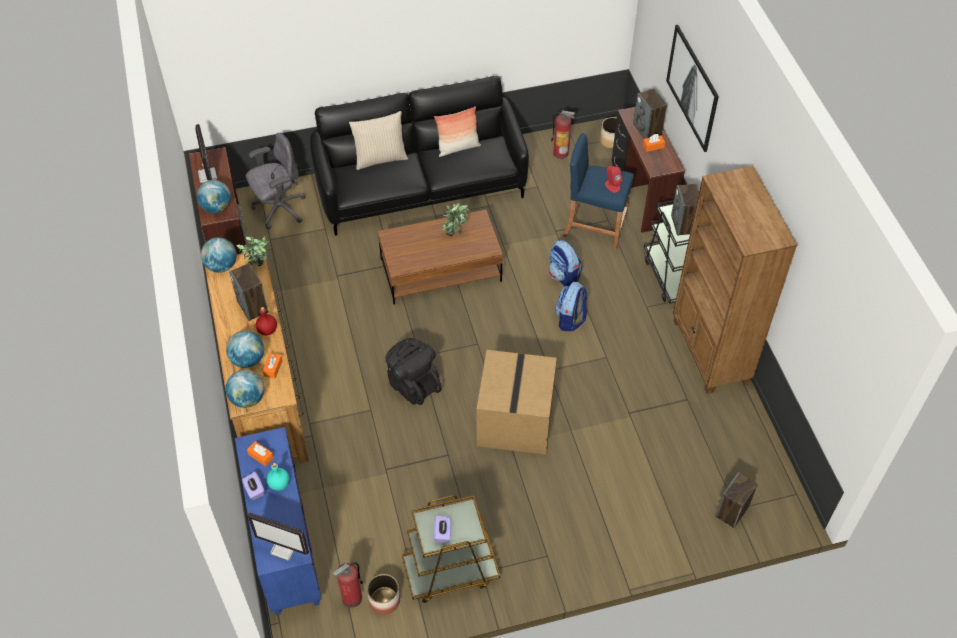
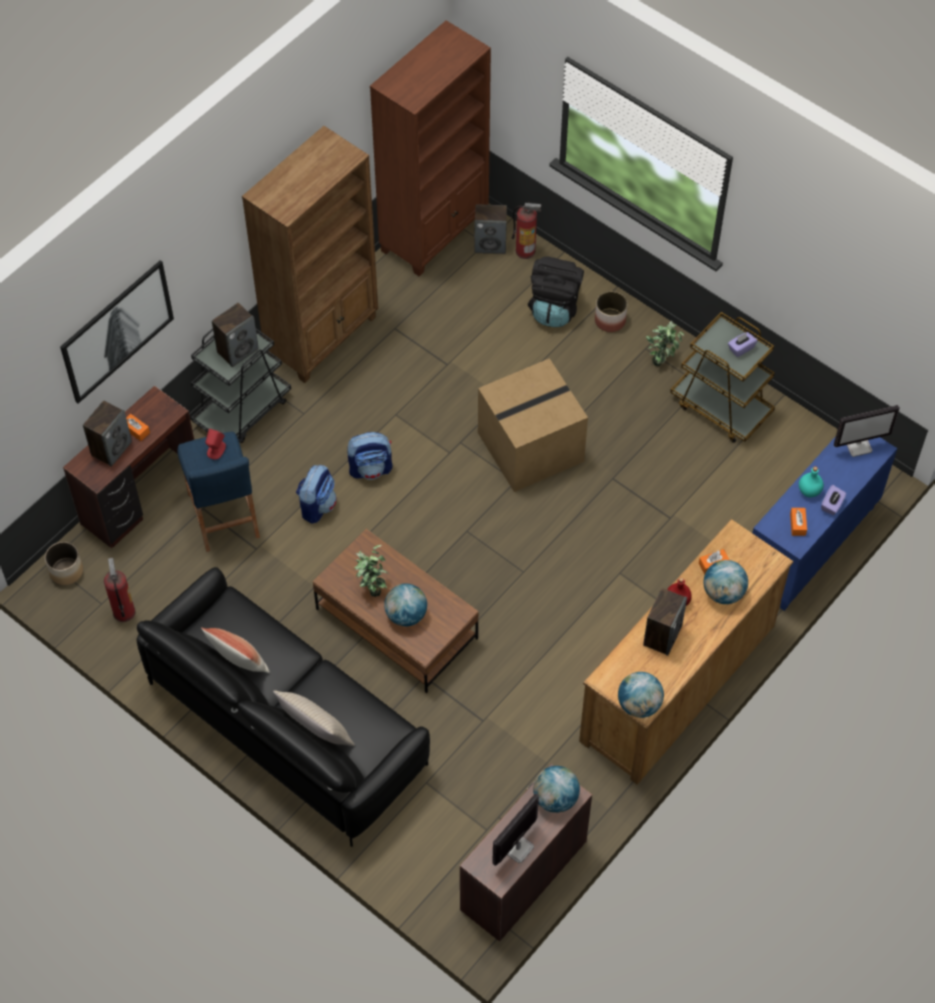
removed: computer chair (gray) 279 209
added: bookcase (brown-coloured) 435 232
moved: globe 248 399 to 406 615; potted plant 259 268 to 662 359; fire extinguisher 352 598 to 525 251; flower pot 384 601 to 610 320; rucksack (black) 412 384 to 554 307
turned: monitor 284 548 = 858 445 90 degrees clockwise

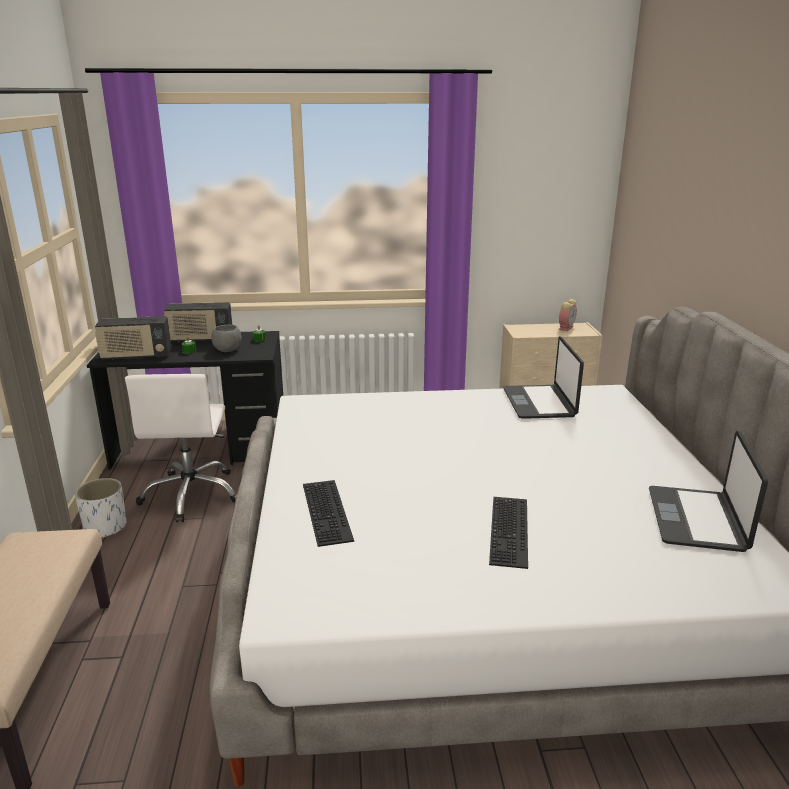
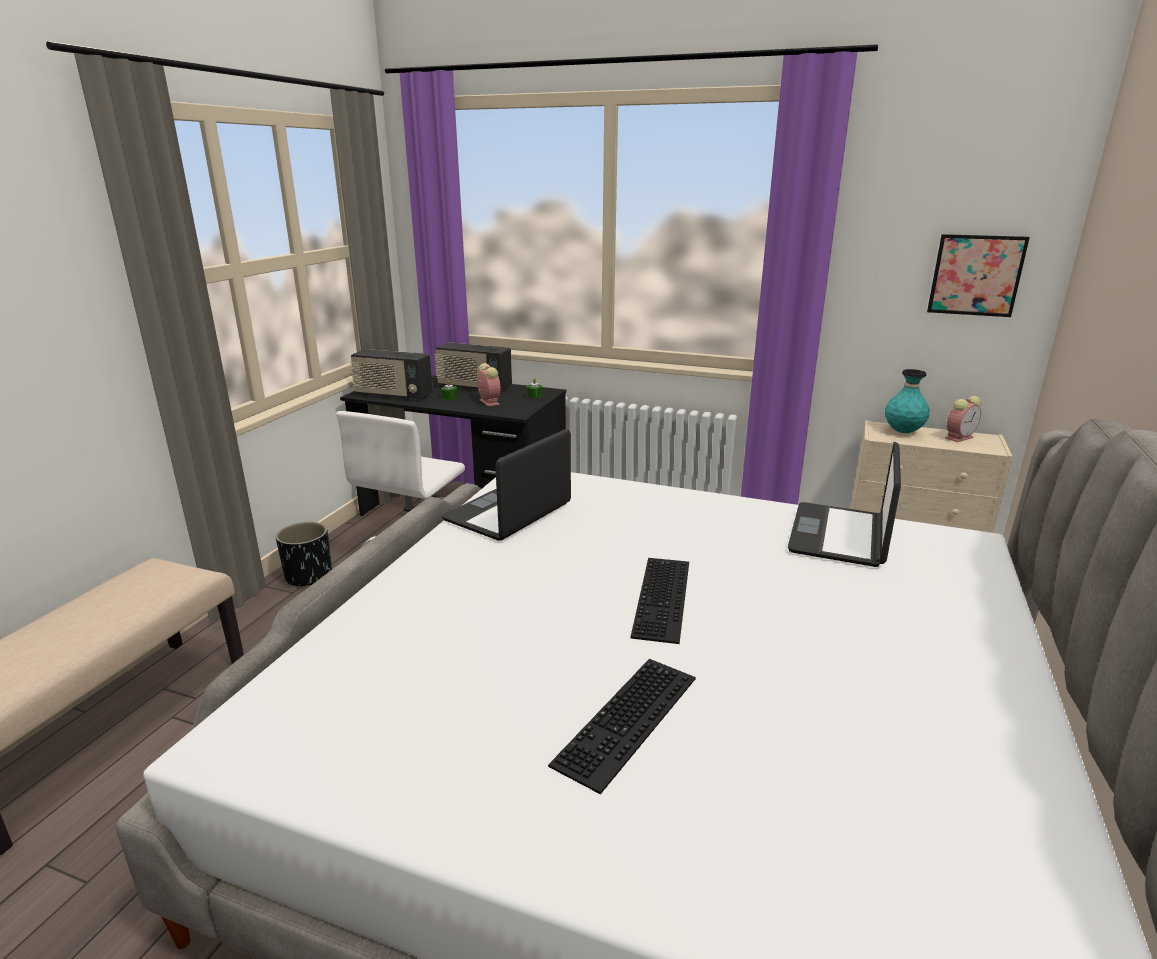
added: flower vase (turquoise-coloured) 903 432; picture 976 275
moved: keyboard 329 511 to 665 598; notebook computer 697 520 to 509 513
replaced: bowl (gray) 227 350 to bedside clock 488 402
recoloured: flower pot (whitish) 105 527 to flower pot (black) 309 576

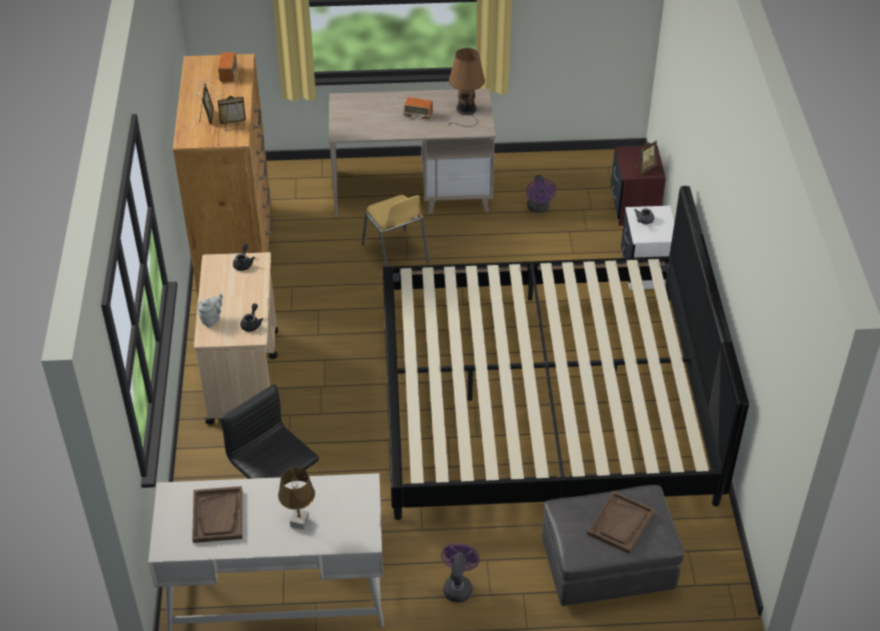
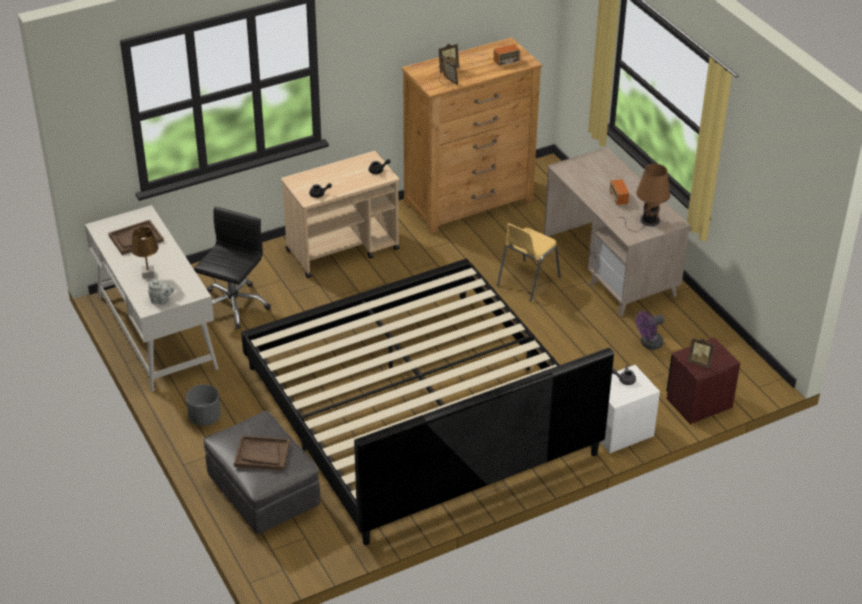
moved: teapot (gray) 212 319 to 161 300
replaced: fan (purple-coloured) 458 586 to flower pot (gray) 204 417

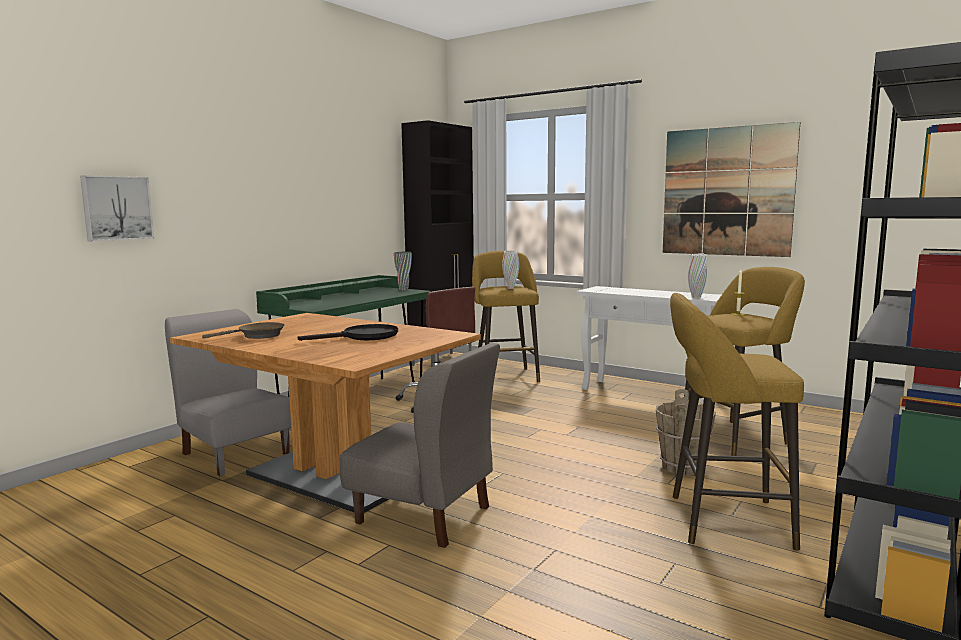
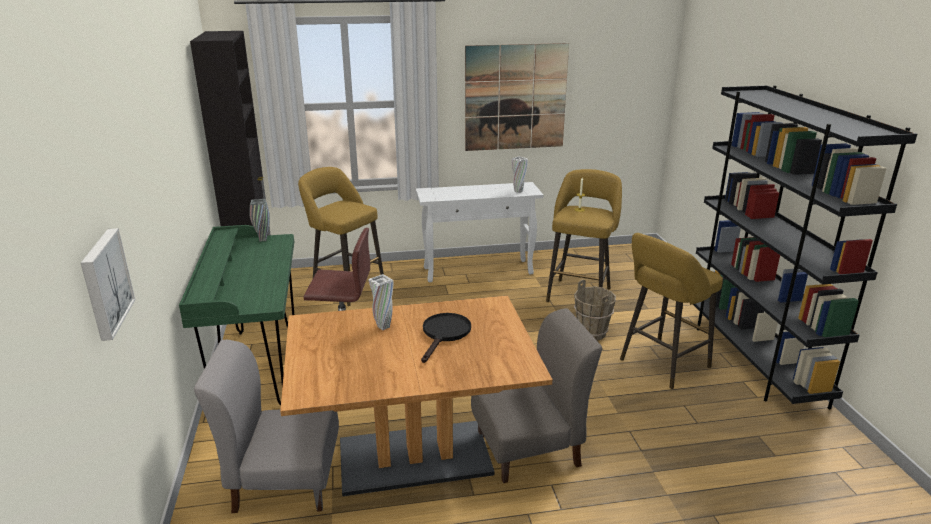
removed: frying pan (brown-coloured) 257 336
moved: flower vase (whitish) 510 288 to 383 327

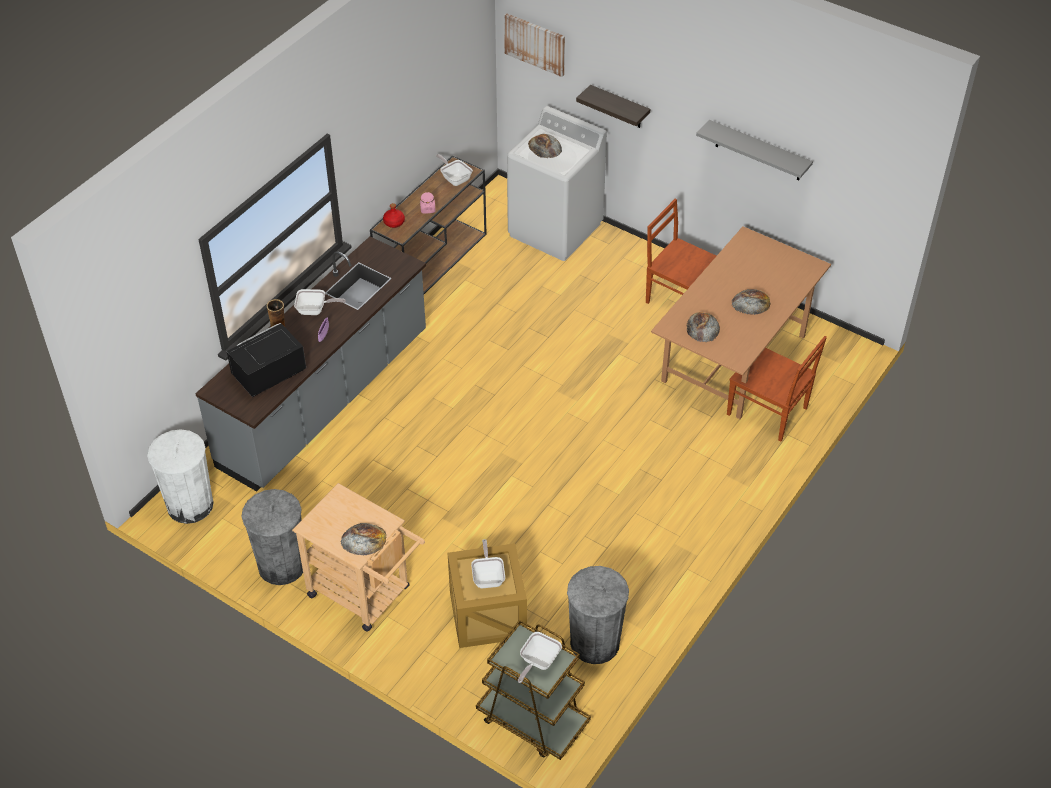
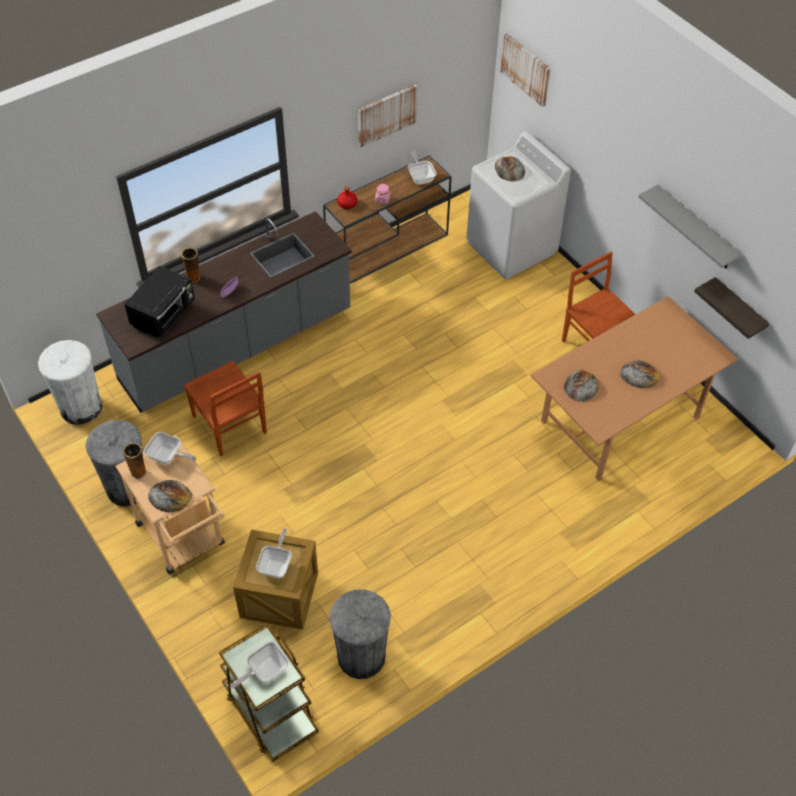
added: flower vase 139 472; picture 386 115
moved: frying pan 315 310 to 168 457; wall shelf 619 107 to 738 309; upright chair (brown-coloured) 769 412 to 230 426
turned: microwave (black) 268 375 = 164 315 135 degrees clockwise

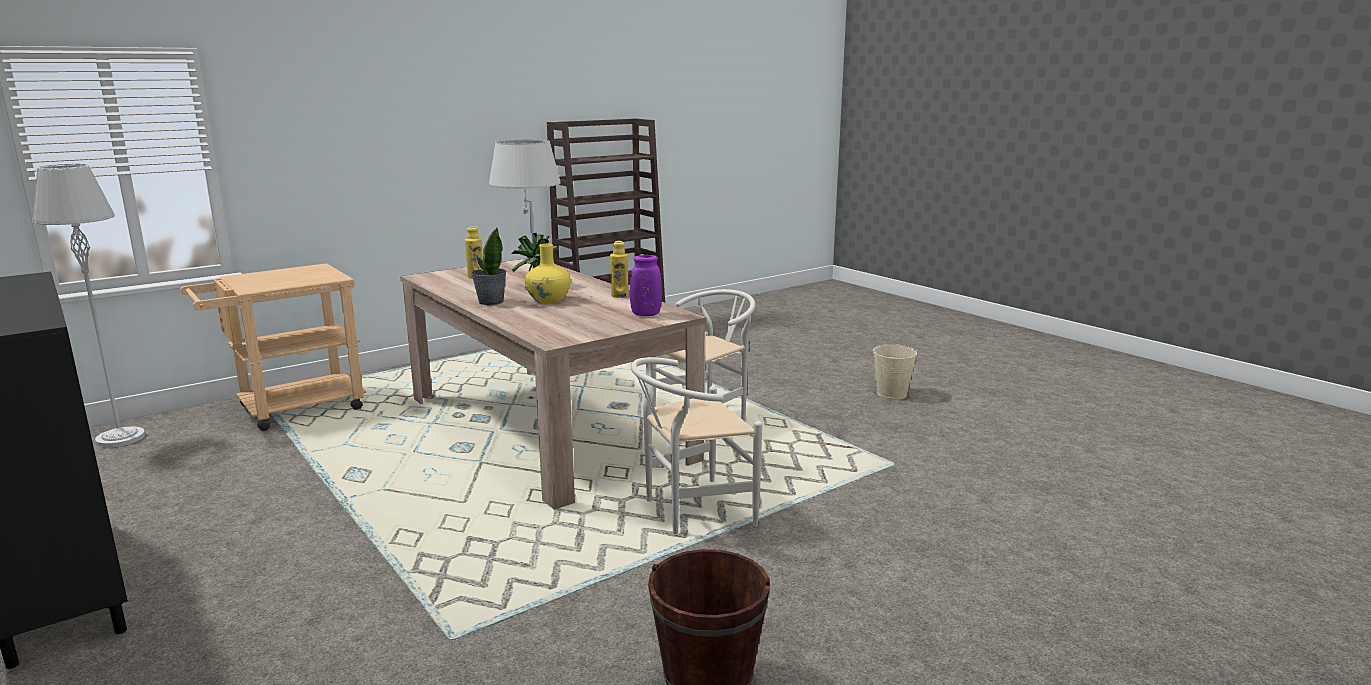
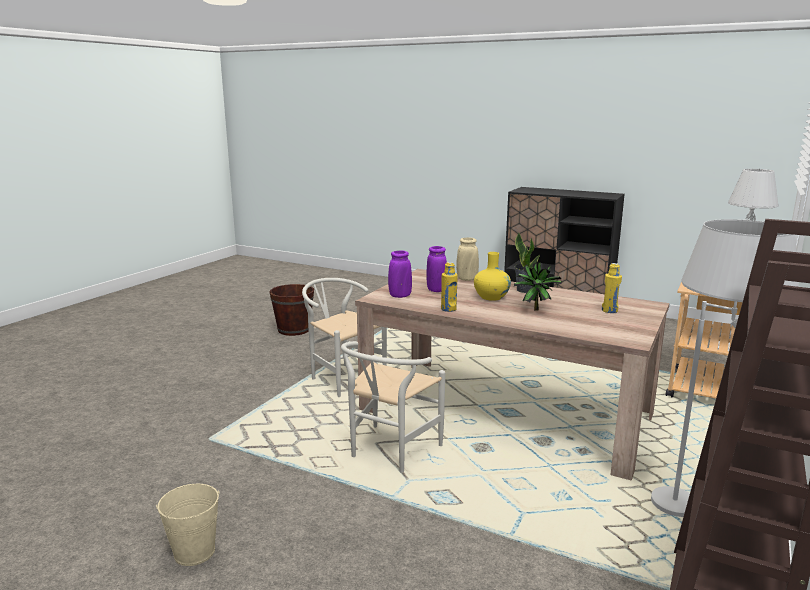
added: flower vase (purple-coloured) 436 290; flower vase (beige-coloured) 467 279
turned: upright chair (whitish) 690 511 = 342 378 90 degrees counterclockwise

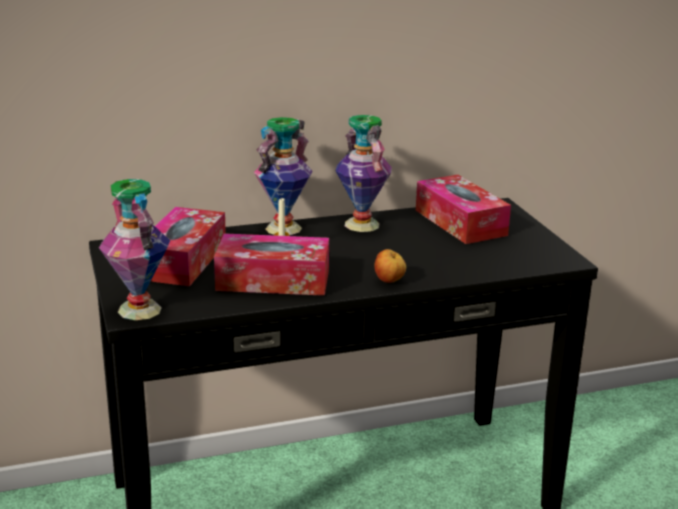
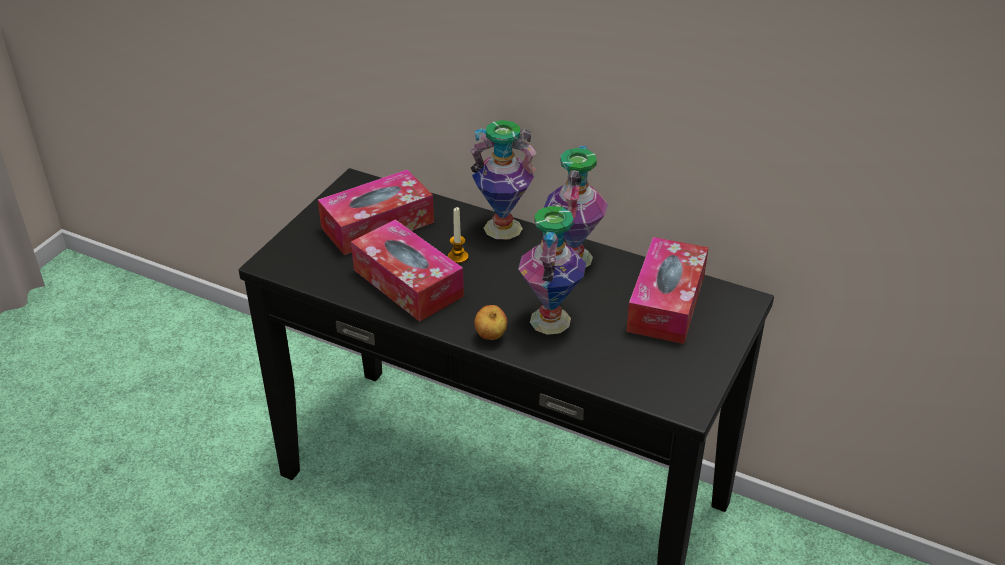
moved: flower vase 140 309 to 551 320

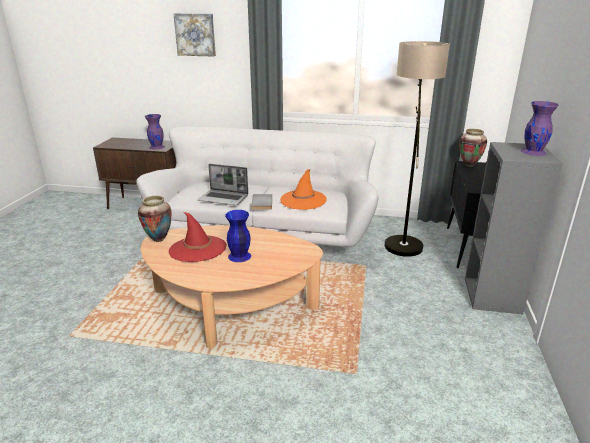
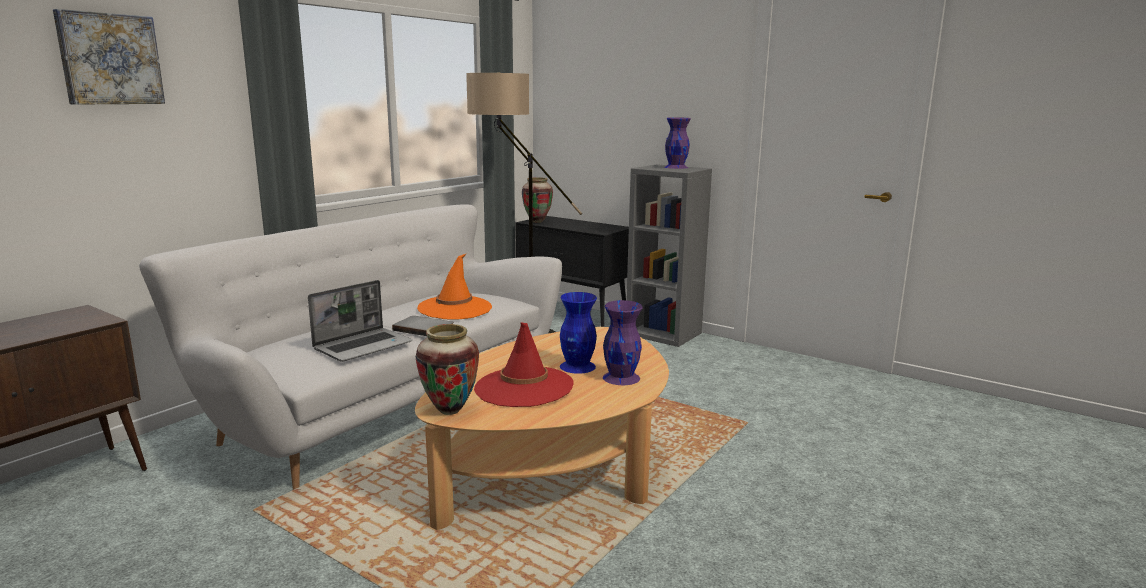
moved: flower vase (purple-coloured) 157 147 to 621 377

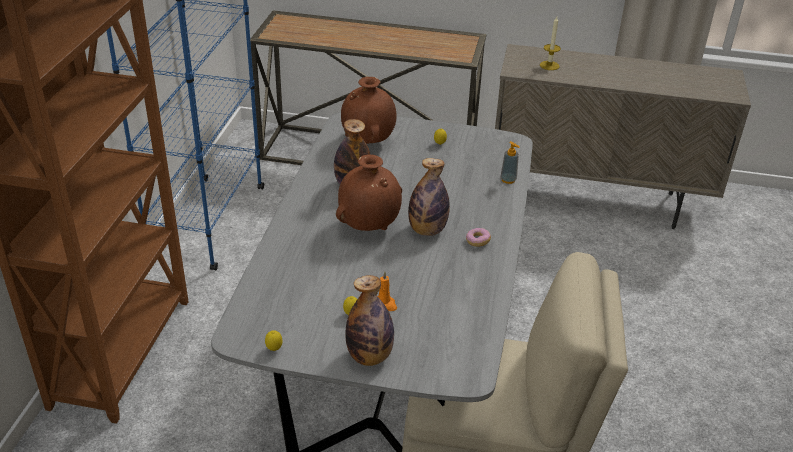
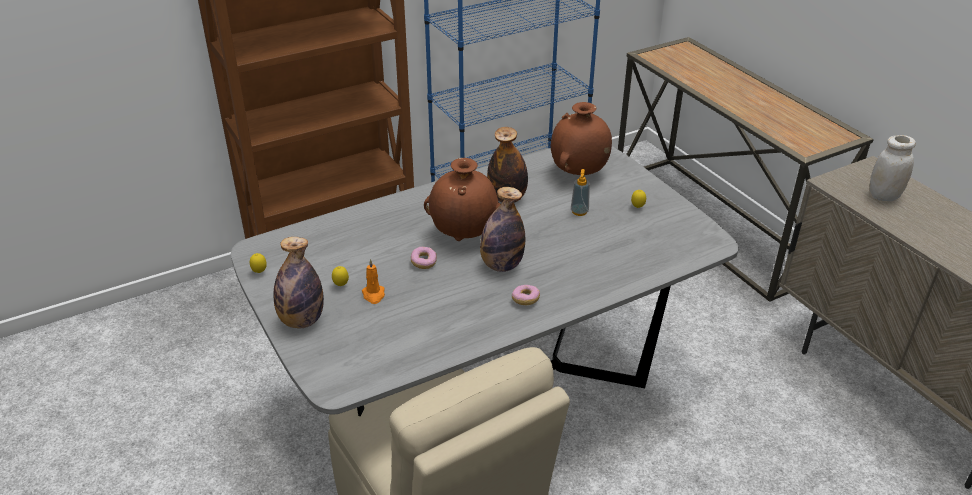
added: donut 423 262
moved: soap bottle 508 180 to 579 211
replaced: wax candle 549 65 to storage jar (whitish) 884 196

